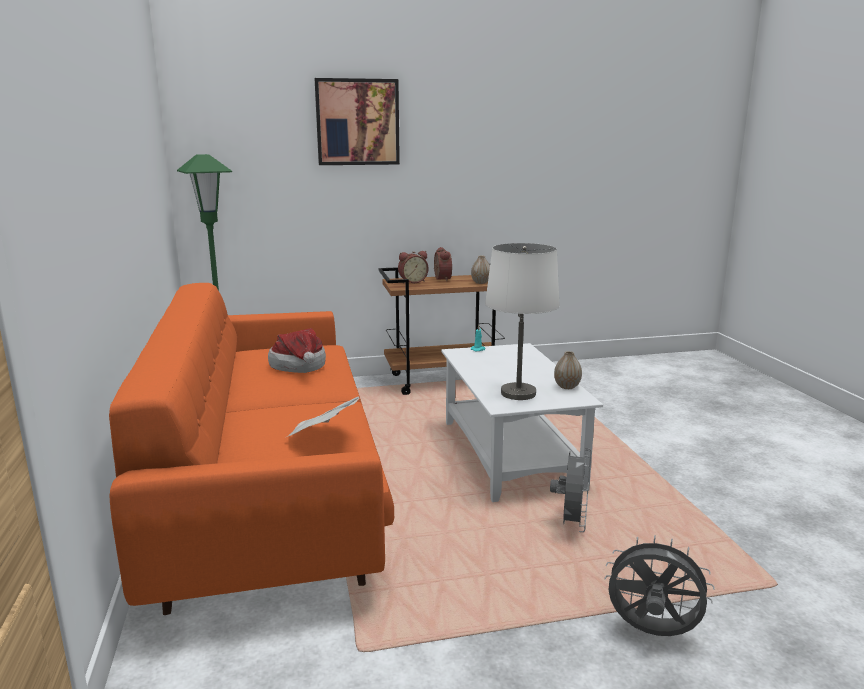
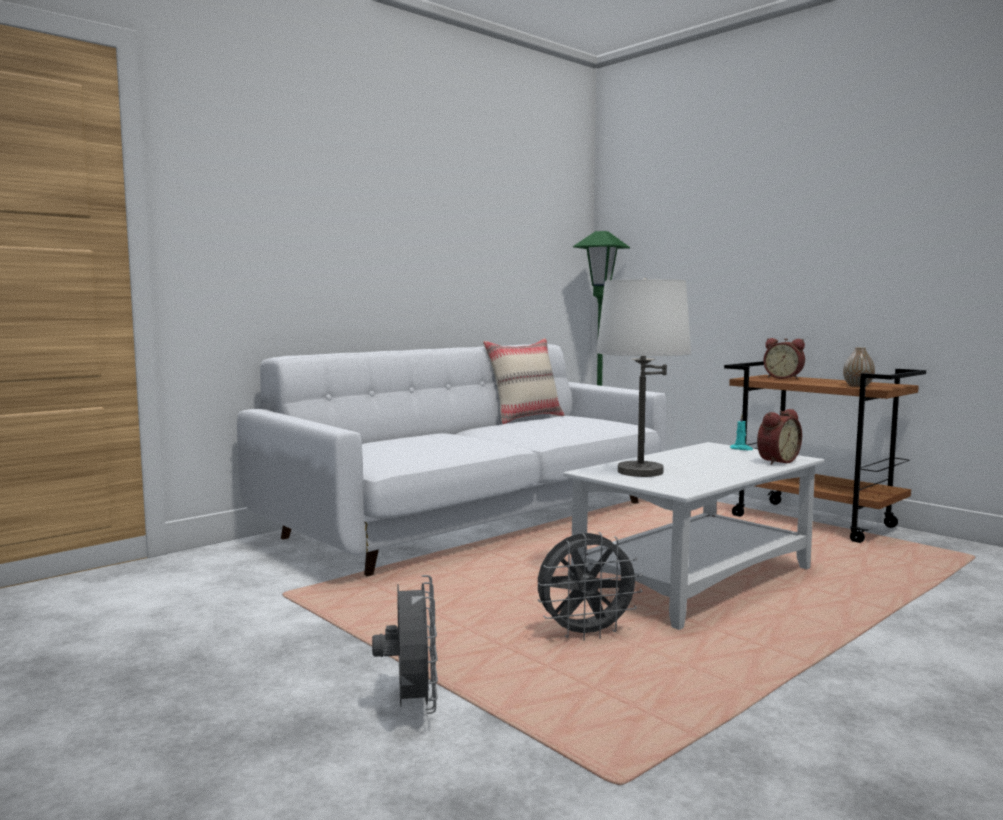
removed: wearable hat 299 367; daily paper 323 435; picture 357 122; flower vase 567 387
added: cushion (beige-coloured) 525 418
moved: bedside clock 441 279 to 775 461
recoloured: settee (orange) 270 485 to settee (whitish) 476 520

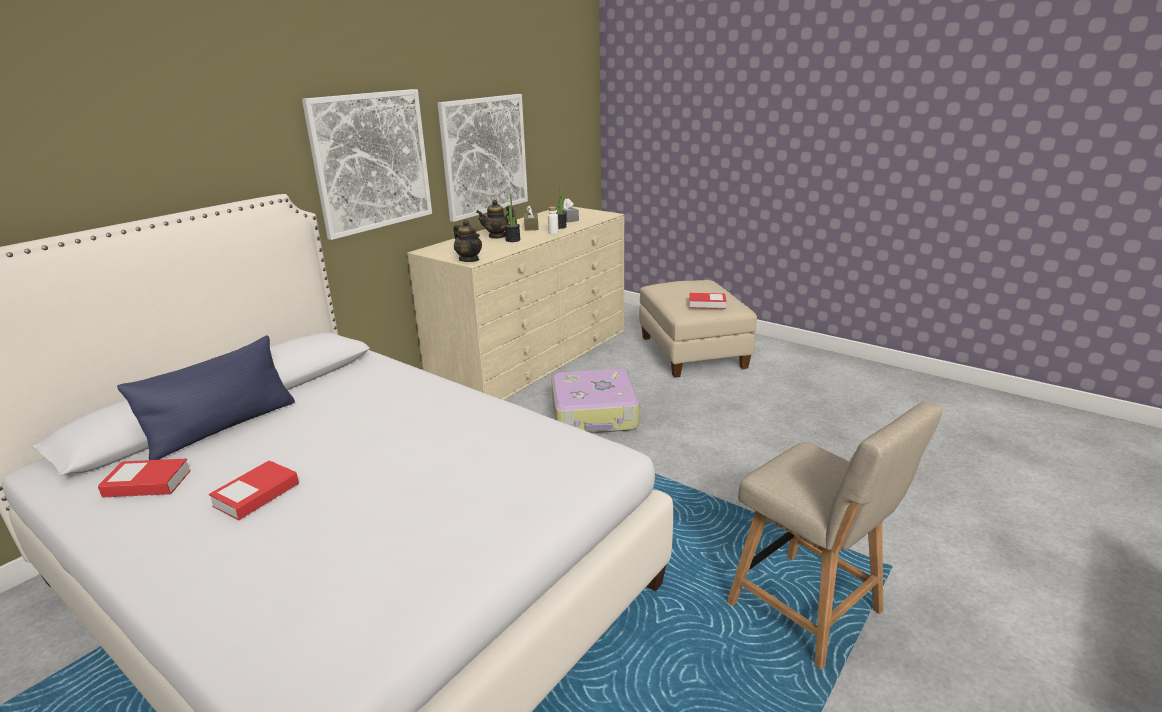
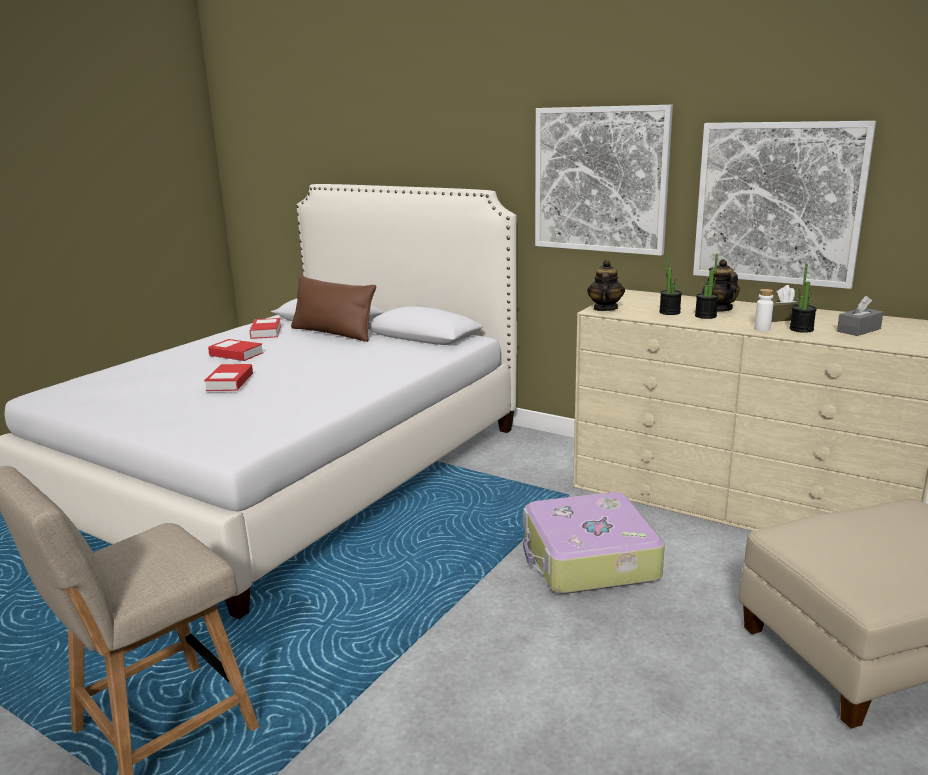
added: potted plant 669 312
moved: bound book 707 304 to 230 382
recoloured: cushion (blue-coloured) 223 427 to cushion (brown-coloured) 333 333
turned: teapot 469 259 = 604 309 150 degrees clockwise

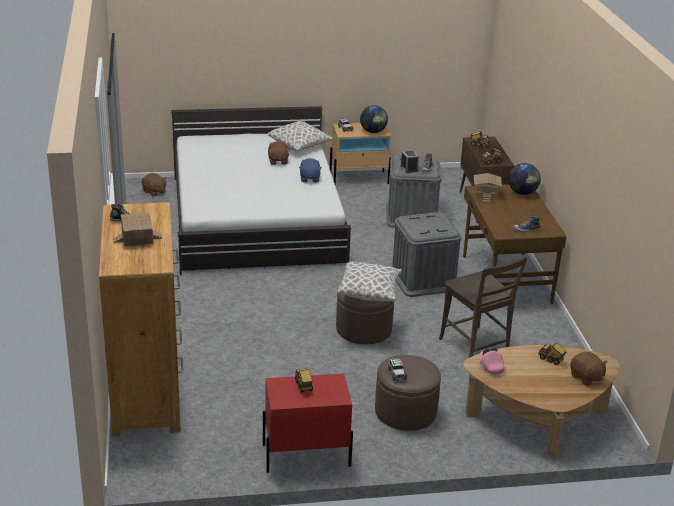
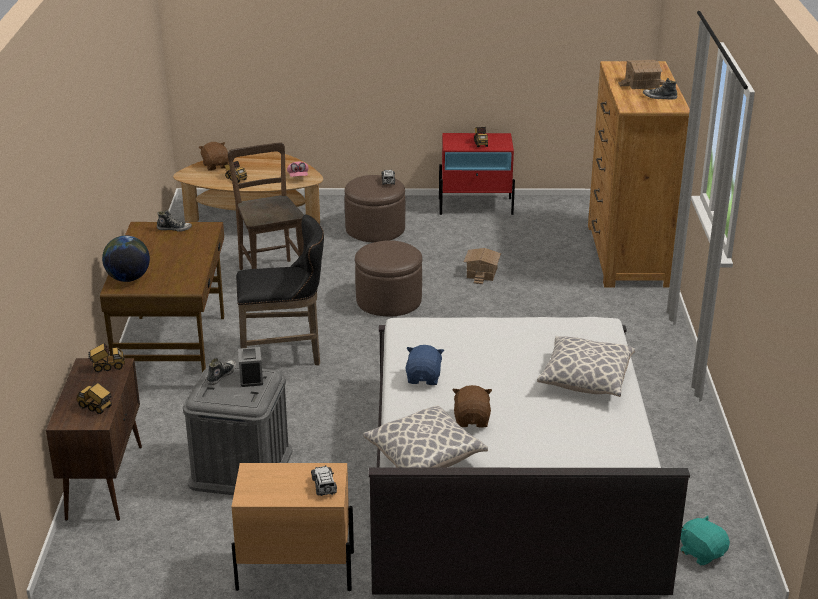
removed: globe 373 132
moved: cushion 369 292 to 585 380; model house 485 194 to 482 273
replaced: storage container (gray) 423 279 to sitting stool (black) 285 356
recoloured: soft toy (brown-coloured) 154 192 to soft toy (turquoise-coloured) 702 553

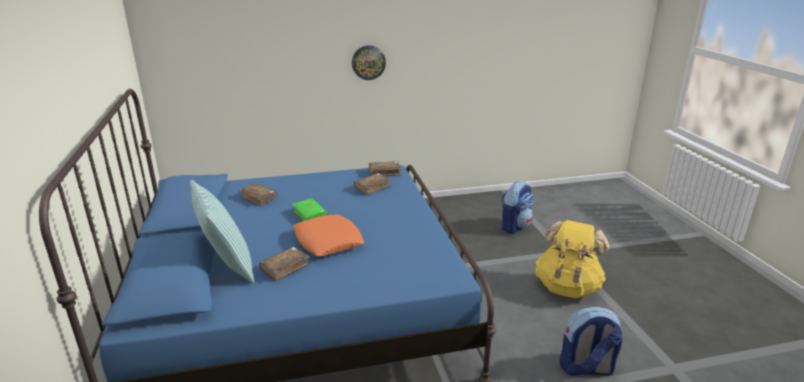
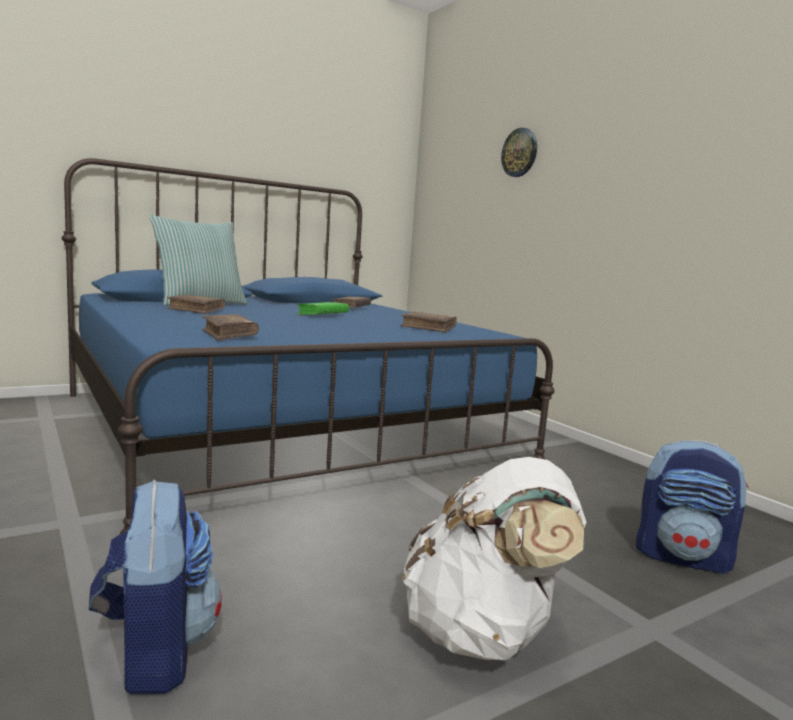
removed: cushion (orange) 328 241
moved: clock on the wall 368 62 to 520 152; bound book (brown-coloured) 384 173 to 229 335
recoloured: rucksack (yellow-coloured) 567 287 to rucksack (whitish) 484 633

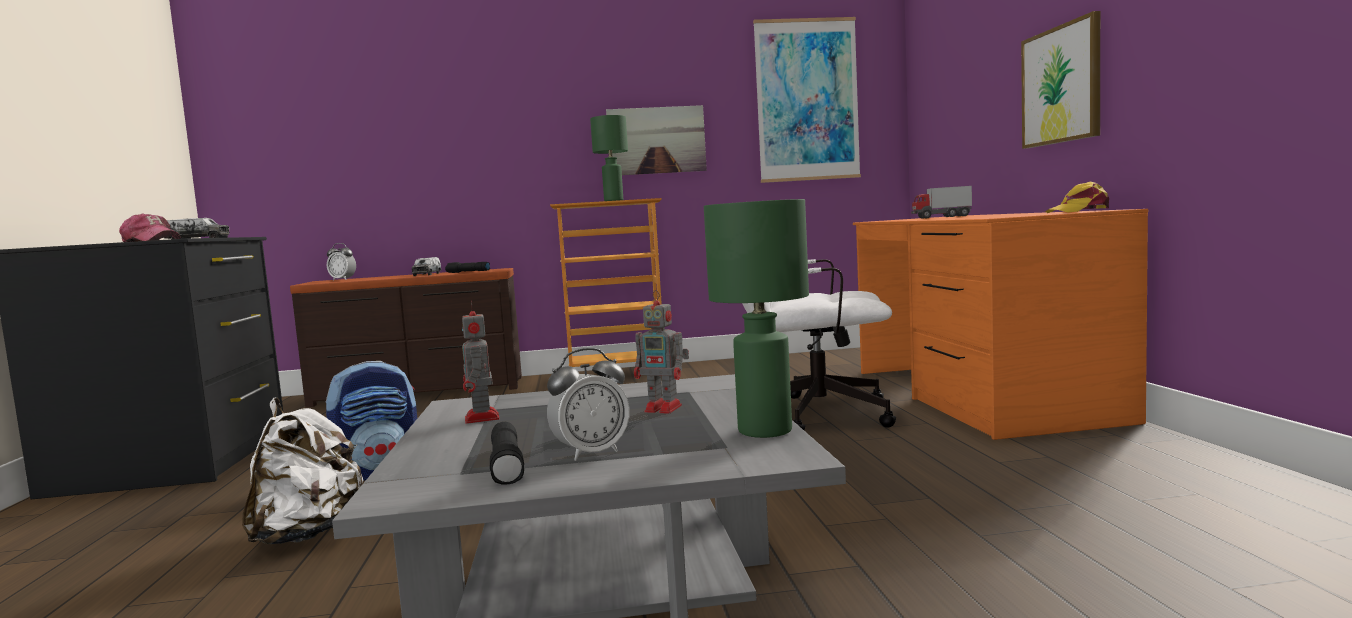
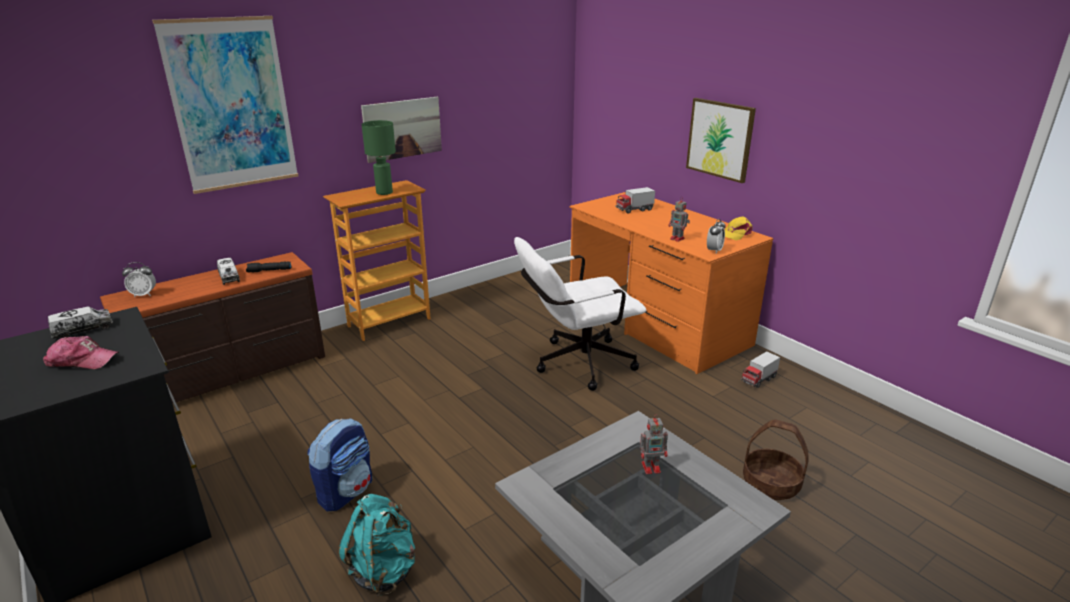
removed: hand torch (black) 508 465; lamp for a table (green-coloured) 764 431
added: toy lorry 758 379; basket 771 483
moved: model robot 482 418 to 677 239; bedside clock 591 453 to 714 250; picture 807 100 to 231 105
recoloured: rucksack (whitish) 308 535 to rucksack (turquoise-coloured) 384 570

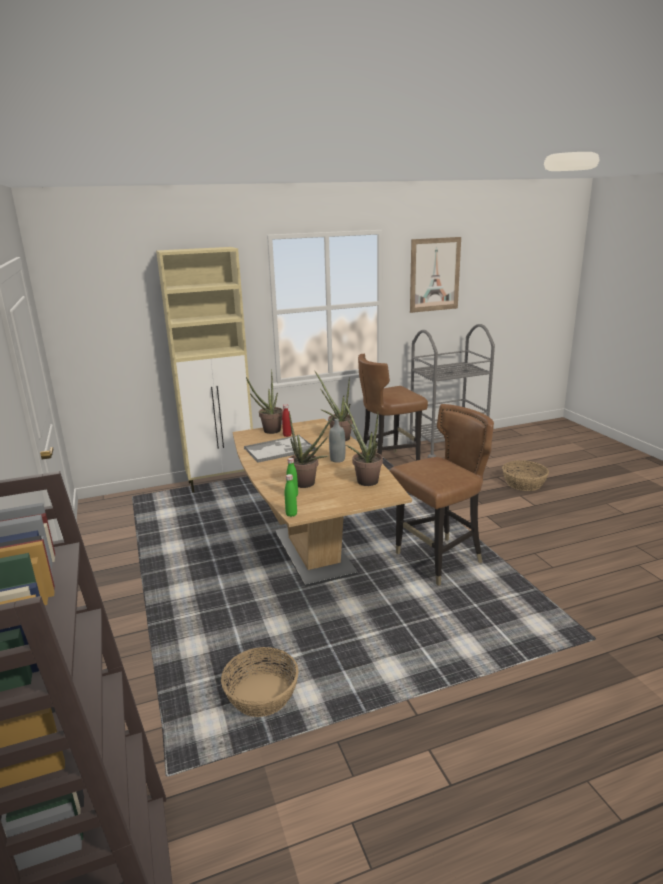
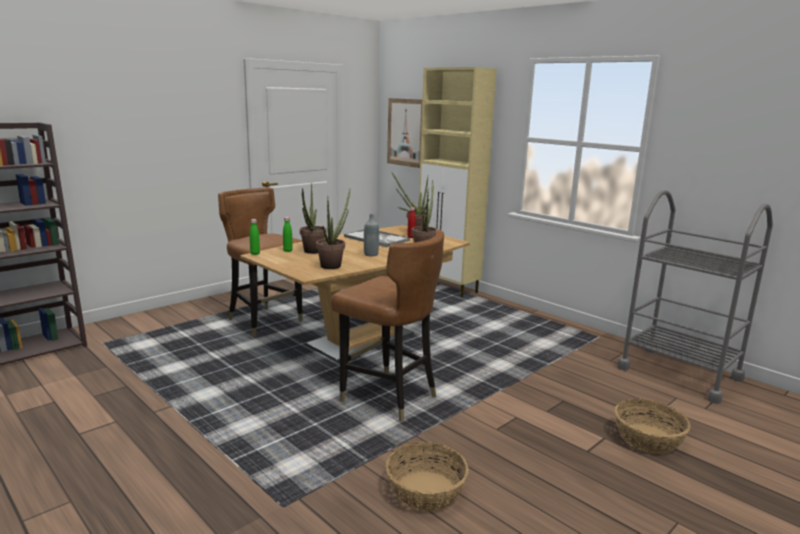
moved: basket 261 695 to 425 491; upright chair (brown-coloured) 389 463 to 264 322; picture 434 274 to 406 132

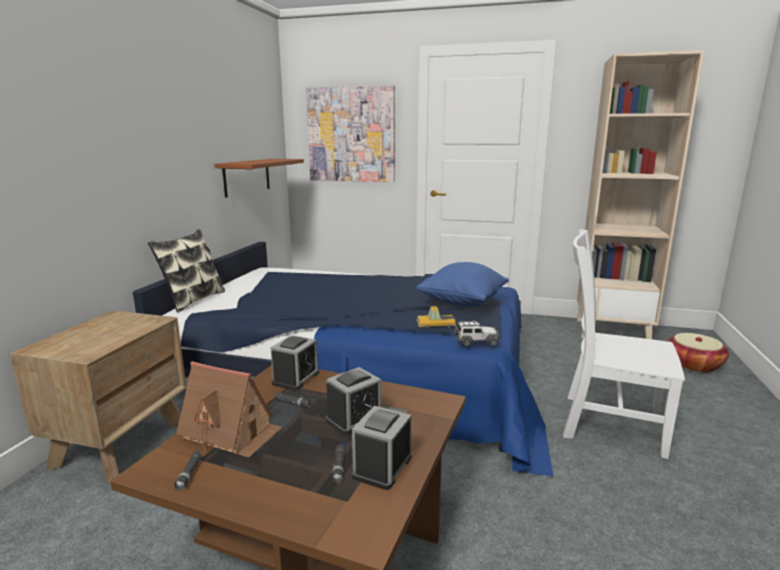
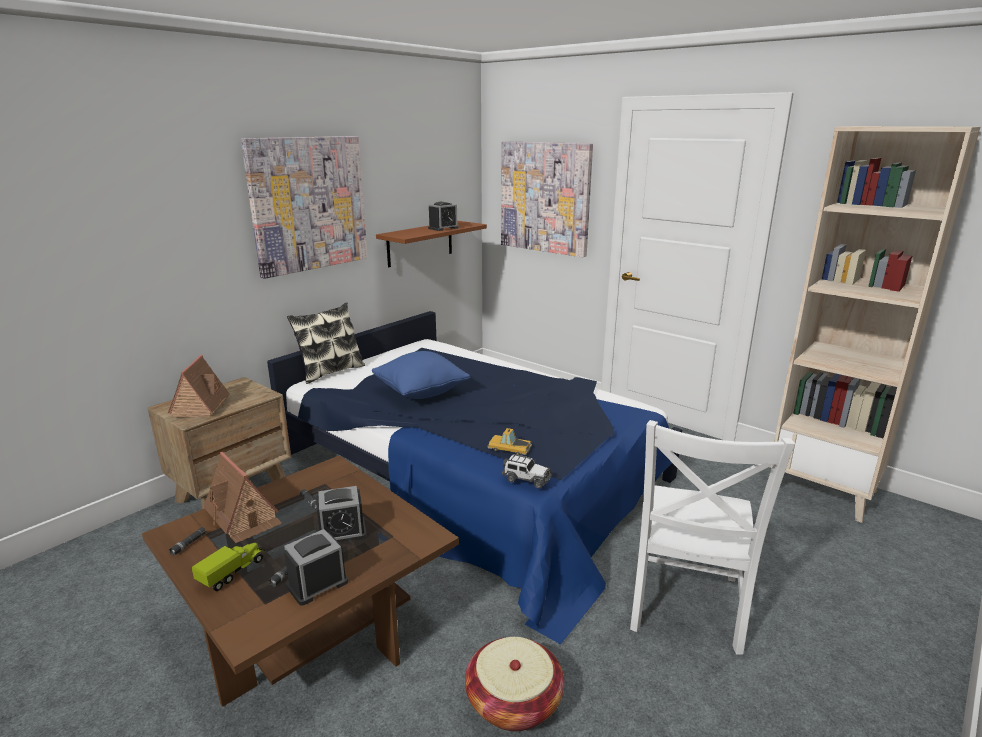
added: model house 201 406; toy lorry 233 572; picture 308 204
moved: bedside clock 296 378 to 443 228; cushion (blue-coloured) 462 303 to 421 392; basket 693 365 to 514 701
turned: upright chair (whitish) 607 423 = 685 607 120 degrees counterclockwise

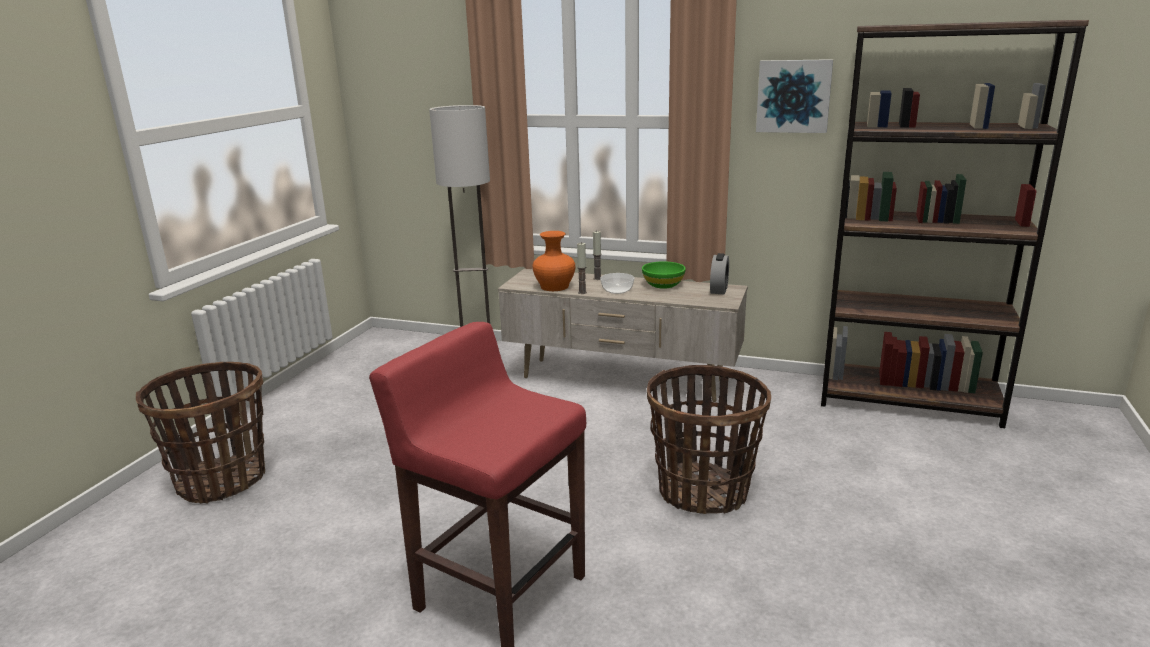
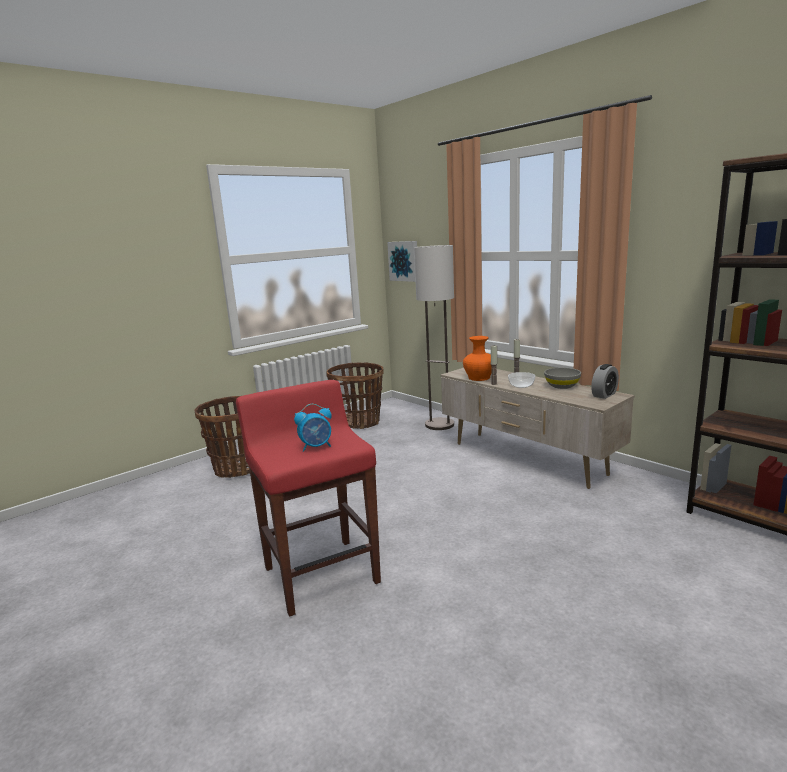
added: bedside clock 316 447
moved: basket 703 491 to 359 422; picture 793 96 to 404 261
recoloured: bowl (green-coloured) 663 285 to bowl (gray) 562 386

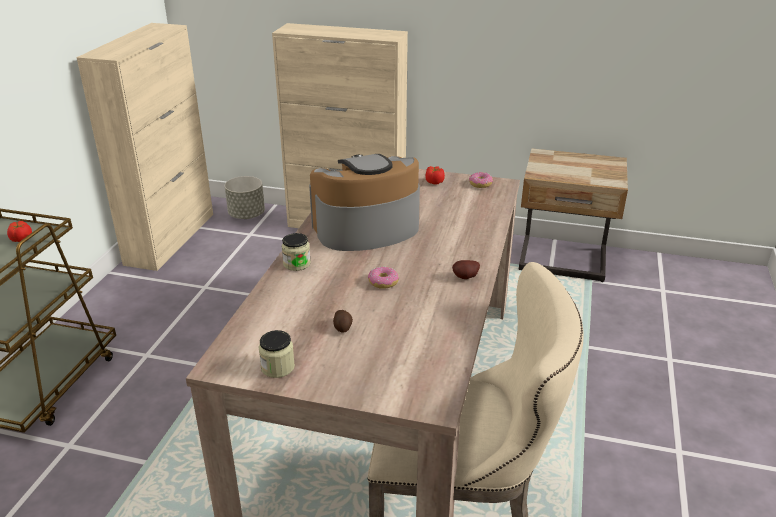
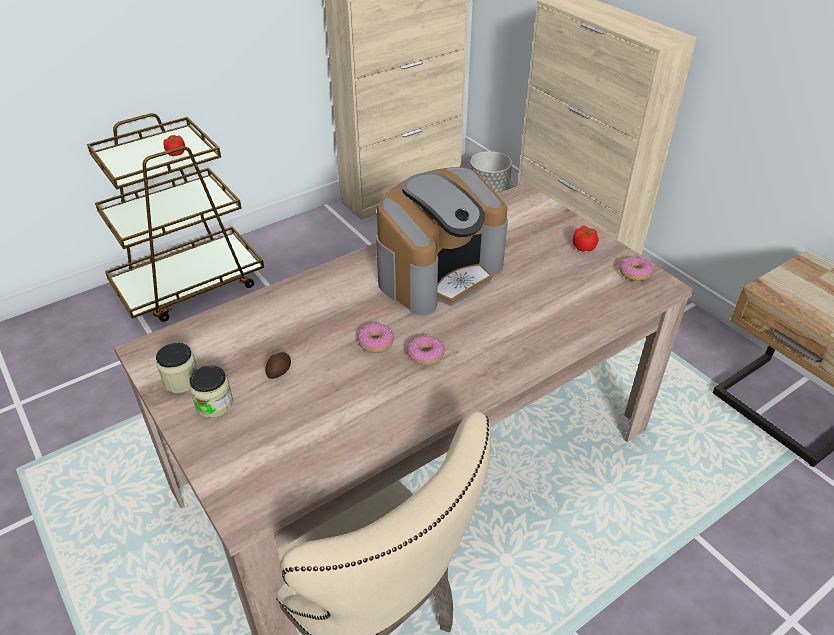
removed: potato 466 278
added: donut 425 355
moved: storage jar 296 264 to 214 404
turned: coffee maker 366 229 = 439 272 120 degrees clockwise

